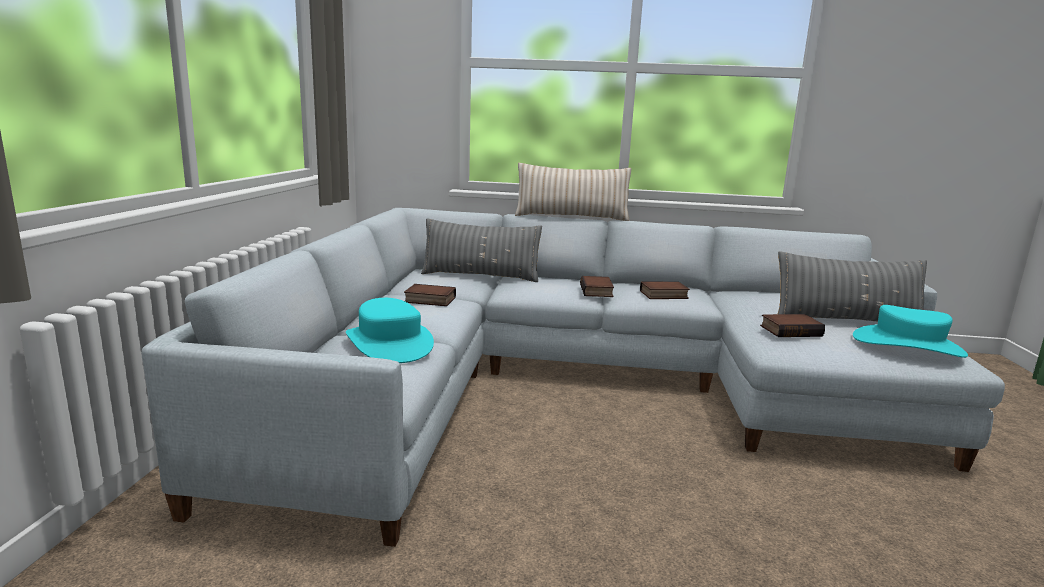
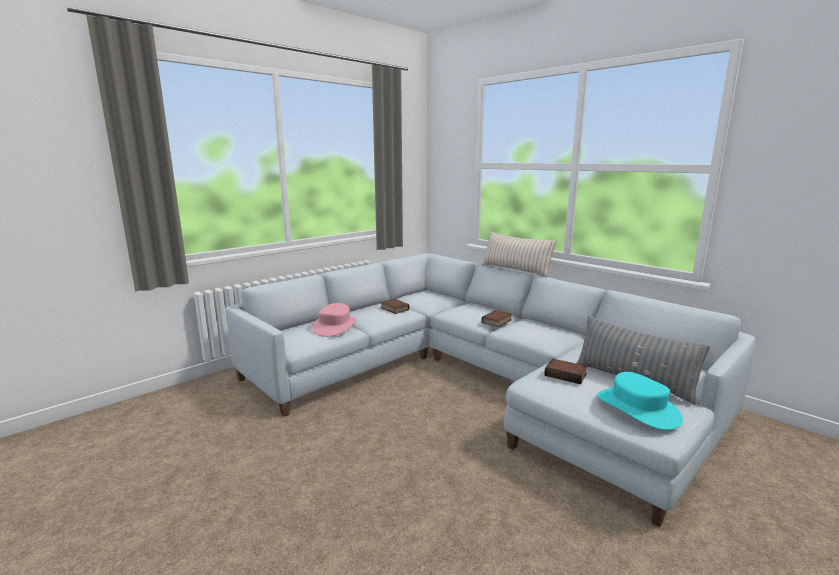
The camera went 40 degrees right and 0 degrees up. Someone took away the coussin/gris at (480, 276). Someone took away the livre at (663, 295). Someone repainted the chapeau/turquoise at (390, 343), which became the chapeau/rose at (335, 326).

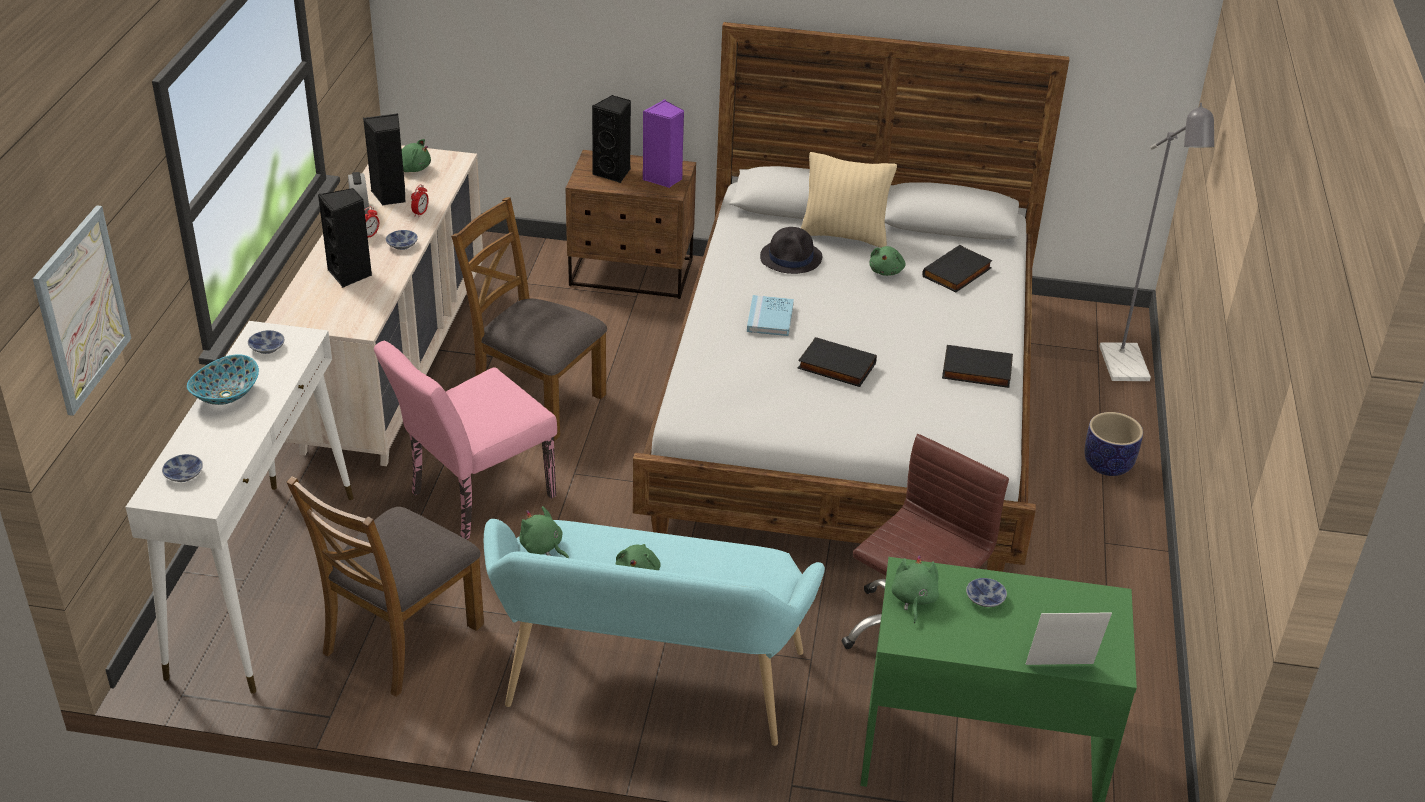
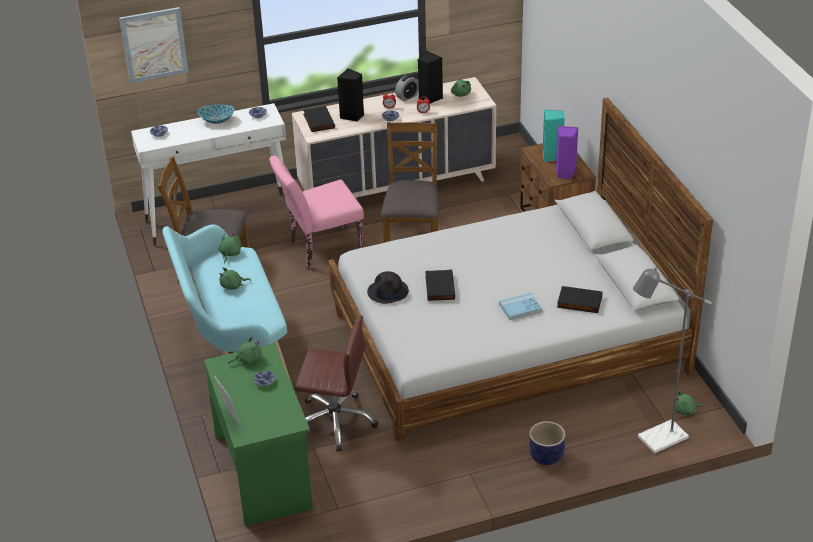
The camera went 65 degrees right and 0 degrees up. Someone repainted the enceinte/noir at (614, 173), which became the enceinte/turquoise at (552, 156). Someone took away the coussin/beige at (844, 235). Someone carried the chapeau/noir from (791, 258) to (388, 292). Someone carried the peluche/vert from (886, 271) to (685, 410). Someone carried the livre/bleu from (770, 318) to (520, 308). Someone rotated the chaise/rose at (473, 498) by 45 degrees counterclockwise. Someone carried the livre/noir from (976, 371) to (318, 121).

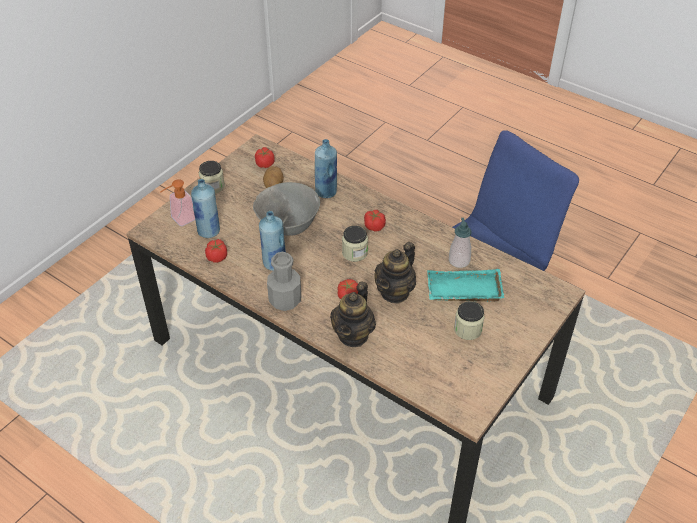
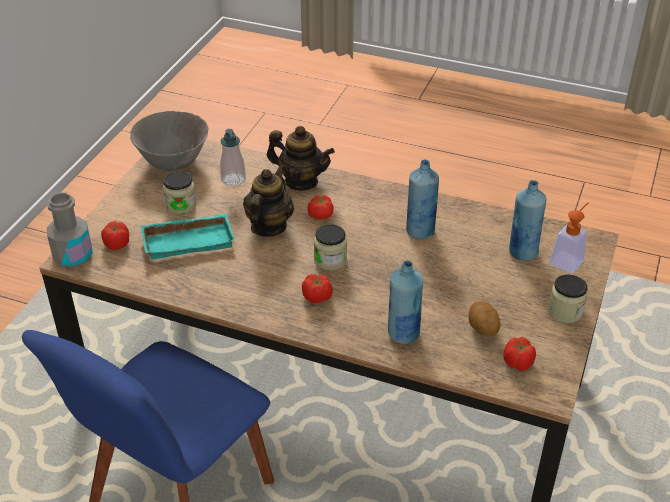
The camera went 165 degrees right and 5 degrees down. Someone carried the bol/gris from (288, 227) to (172, 162). Someone carried the distributeur de savon from (459, 261) to (233, 179). Someone carried the tomate from (217, 257) to (117, 244). Someone carried the bouteille/gris from (285, 300) to (73, 256). Someone rotated the théière at (353, 335) by 105 degrees clockwise.

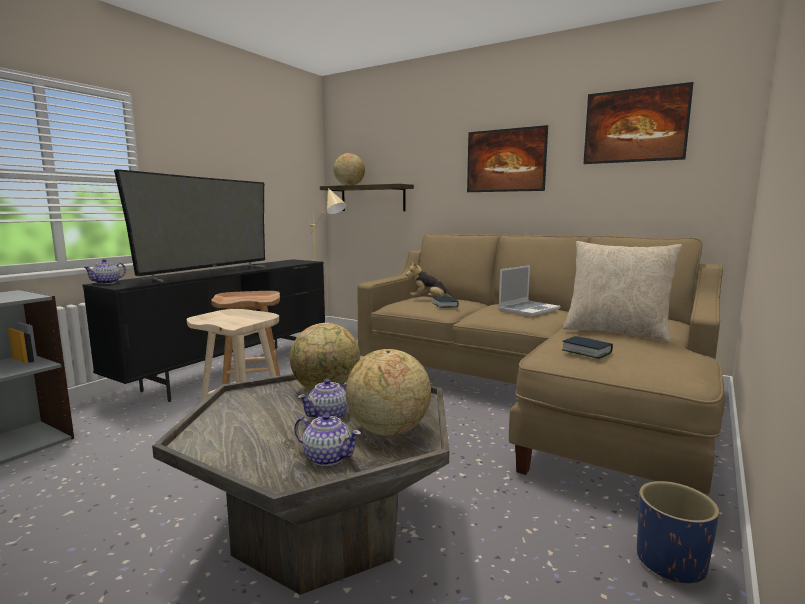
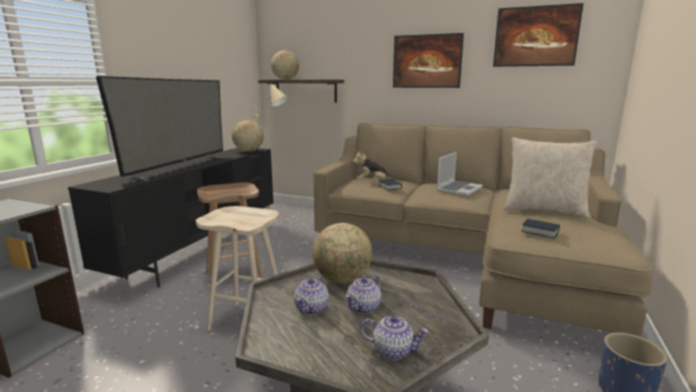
The camera went 10 degrees left and 5 degrees up. Someone carried the théière from (107, 283) to (312, 308). Someone carried the globe from (388, 431) to (248, 151).

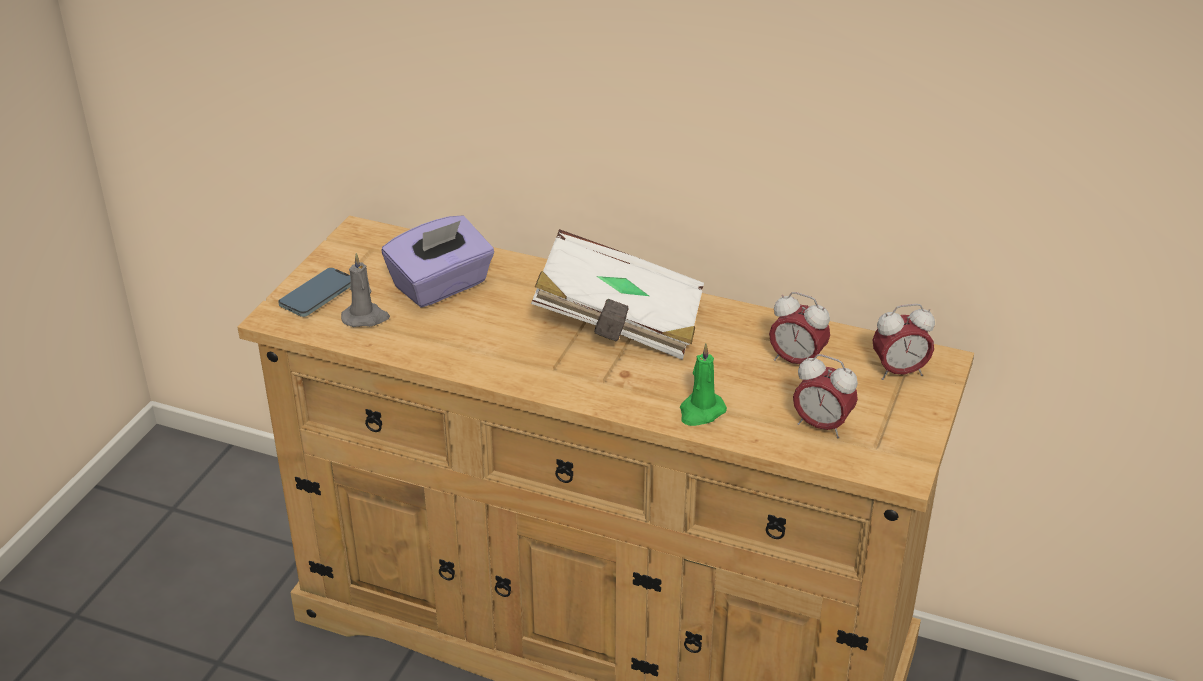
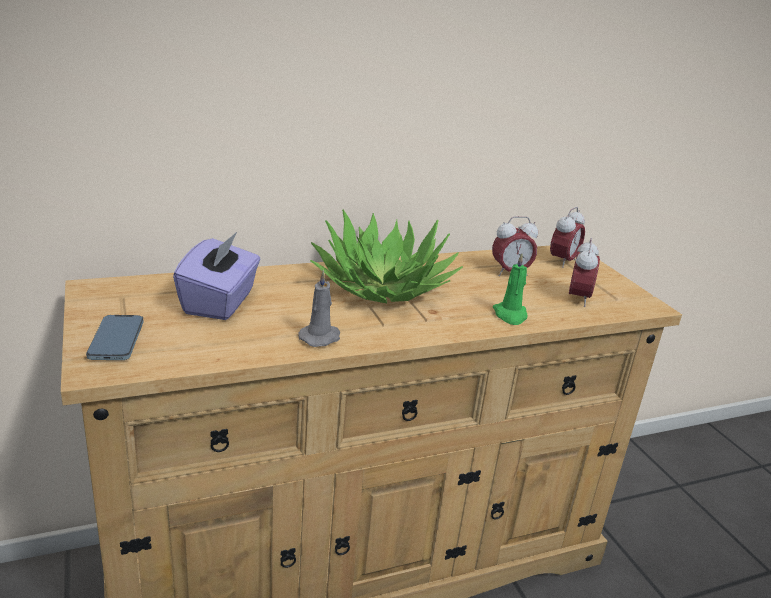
The camera went 45 degrees left and 10 degrees down. Someone swapped the livre/blanc at (619, 323) for the plante en pot at (382, 285). Someone carried the bougie/gris from (366, 318) to (321, 337). Someone rotated the réveil at (821, 426) by 60 degrees counterclockwise.

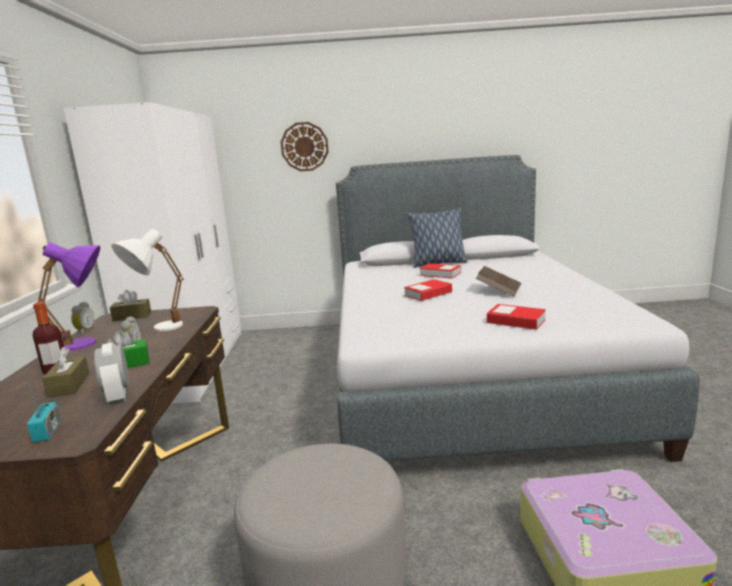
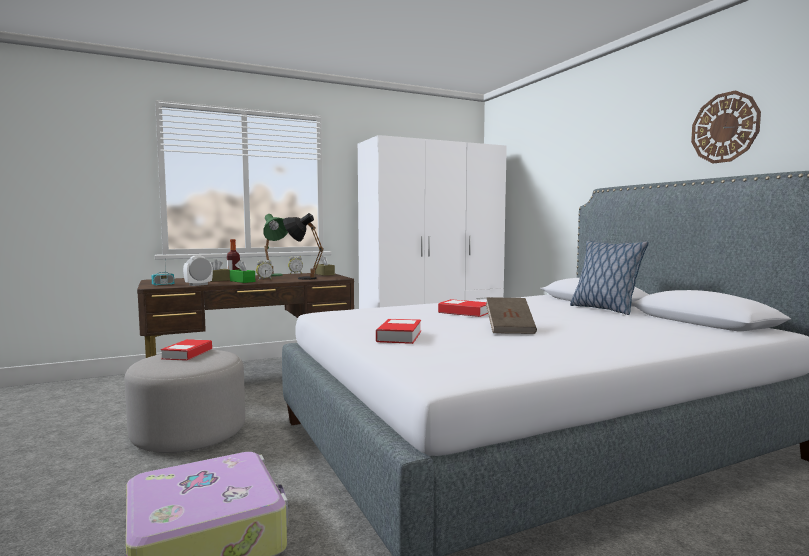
The camera went 65 degrees right and 10 degrees down. Someone carried the horloge murale from (304, 146) to (725, 127). Someone repainted the lampe de table/blanc at (157, 329), which became the lampe de table/noir at (301, 278). Someone repainted the lampe de table/violet at (91, 343), which became the lampe de table/vert at (275, 276). Someone carried the livre from (440, 274) to (187, 354).

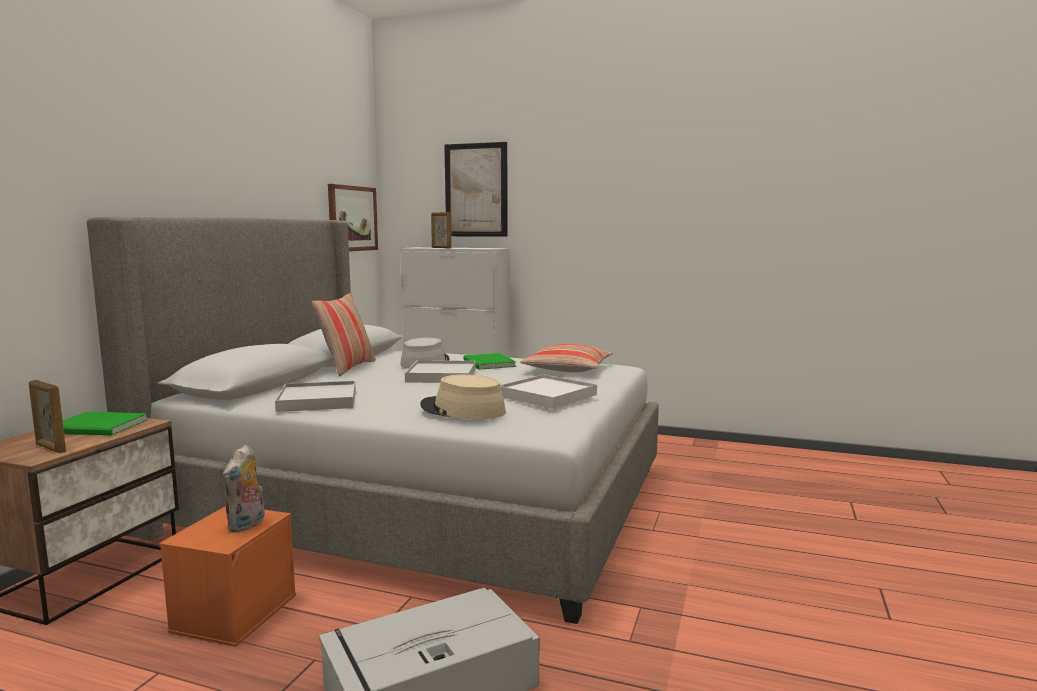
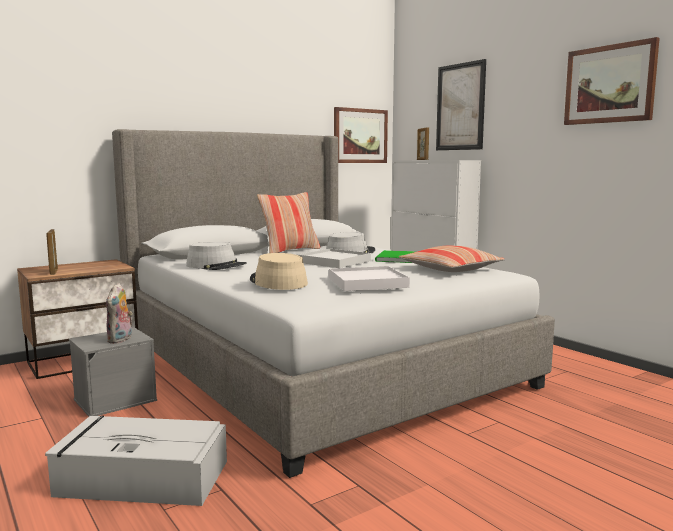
The camera went 35 degrees right and 0 degrees up. Someone swapped the plateau/blanc at (317, 400) for the chapeau/gris at (216, 266). Someone took away the livre/vert at (99, 427). Someone rotated the peluche at (247, 525) by 45 degrees counterclockwise. Someone repainted the boîte de rangement/orange at (234, 612), which became the boîte de rangement/gris at (116, 399). Someone put up the tableau at (609, 84).

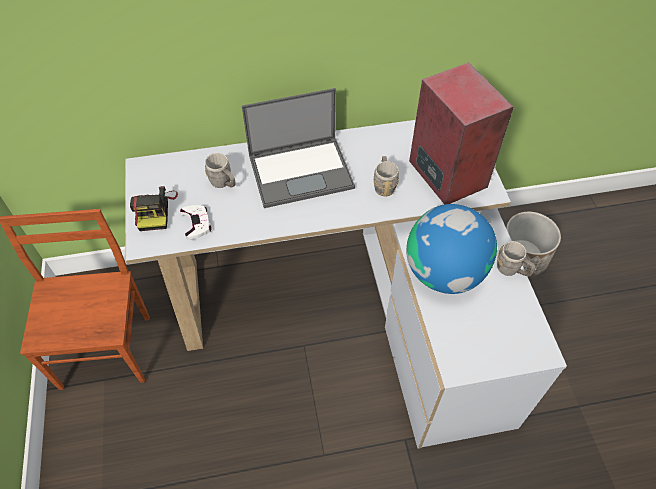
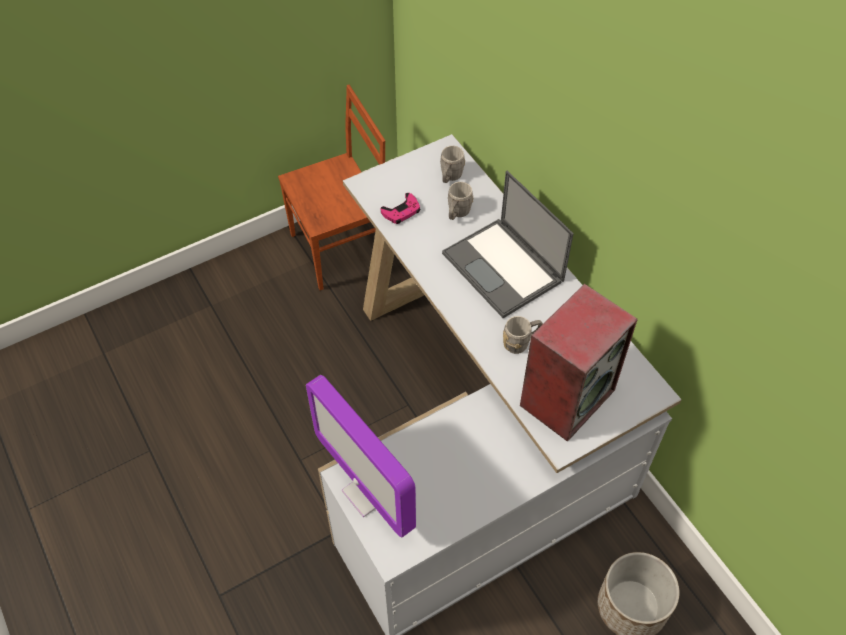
The camera went 70 degrees right and 0 degrees up. Someone took away the appareil photo at (155, 210). Someone took away the globe at (444, 272). Someone repainted the manette/blanc at (196, 223), which became the manette/rose at (401, 211). Someone carried the mug/gris from (512, 270) to (450, 177). Someone put down the écran d'ordinateur at (369, 492).

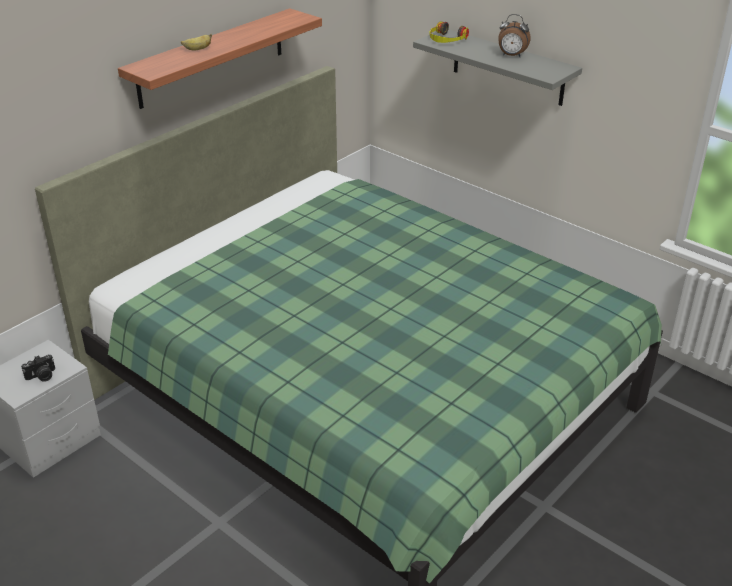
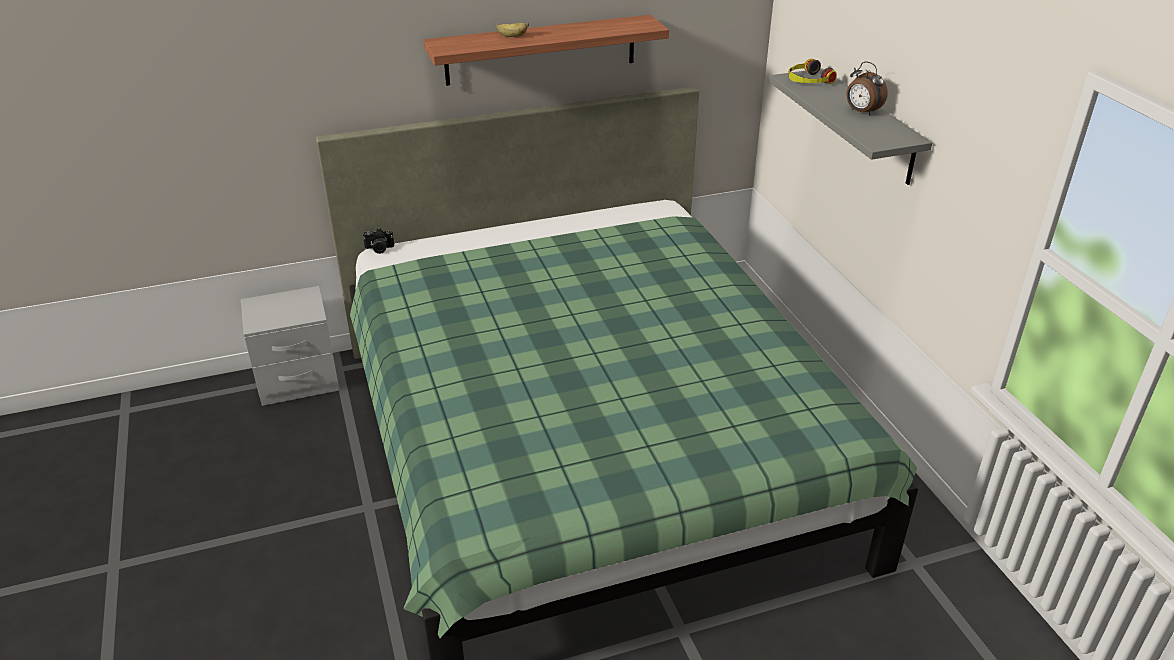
The camera went 30 degrees right and 0 degrees up. Someone carried the appareil photo from (42, 376) to (379, 249).

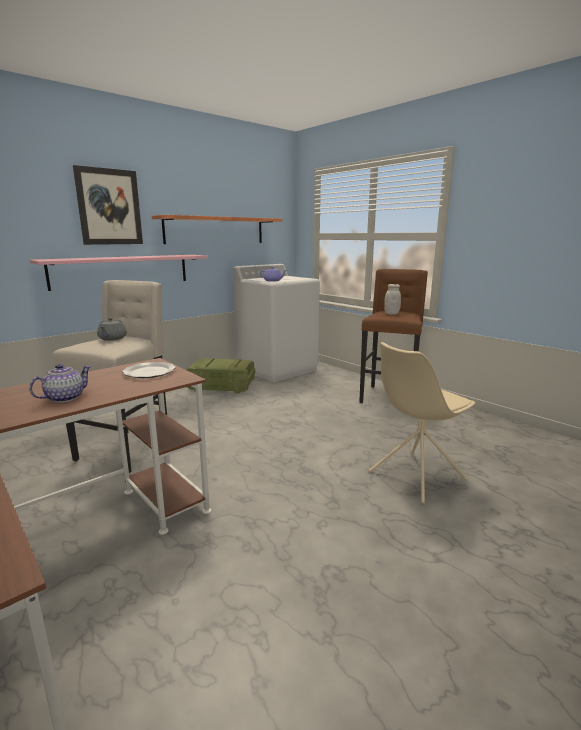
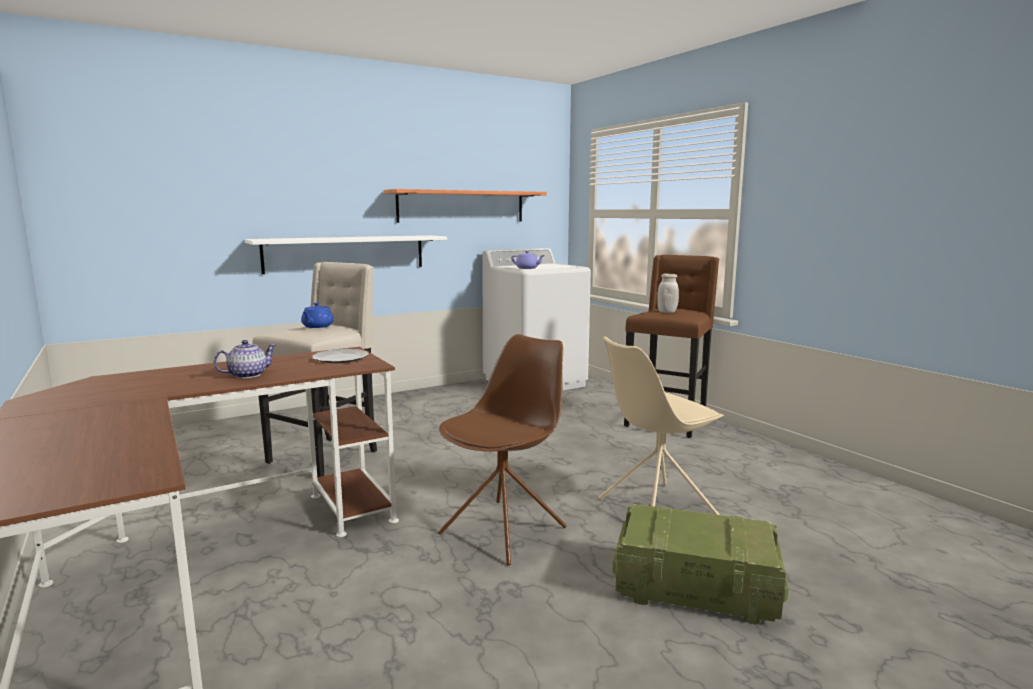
The camera went 10 degrees right and 5 degrees down. Someone took away the tableau at (109, 207). Someone repainted the étagère/rose at (122, 271), which became the étagère/blanc at (345, 253). Someone repainted the théière/gris at (112, 339), which became the théière/bleu at (317, 326). Someone carried the caisse from (223, 386) to (698, 587). Someone put down the chaise/marron at (505, 530).

